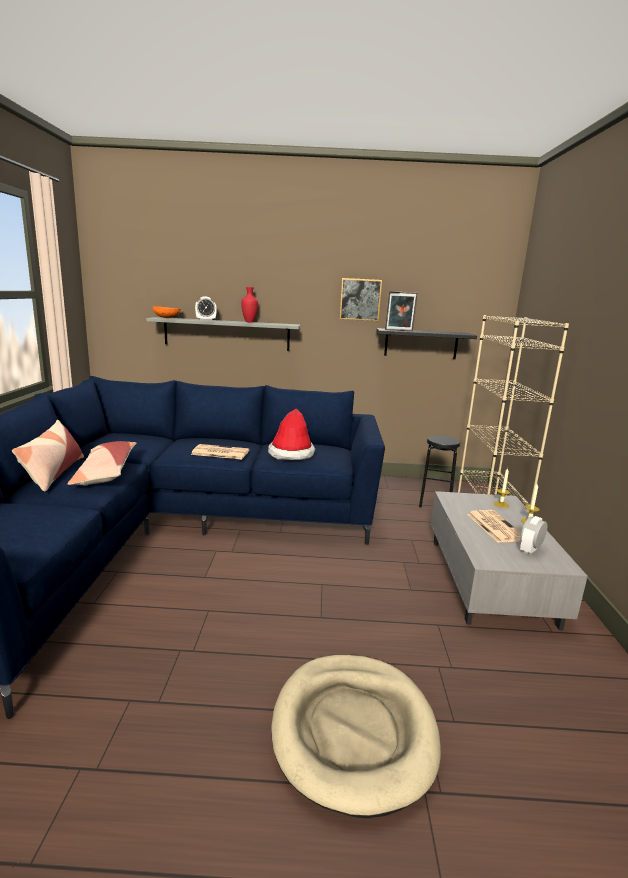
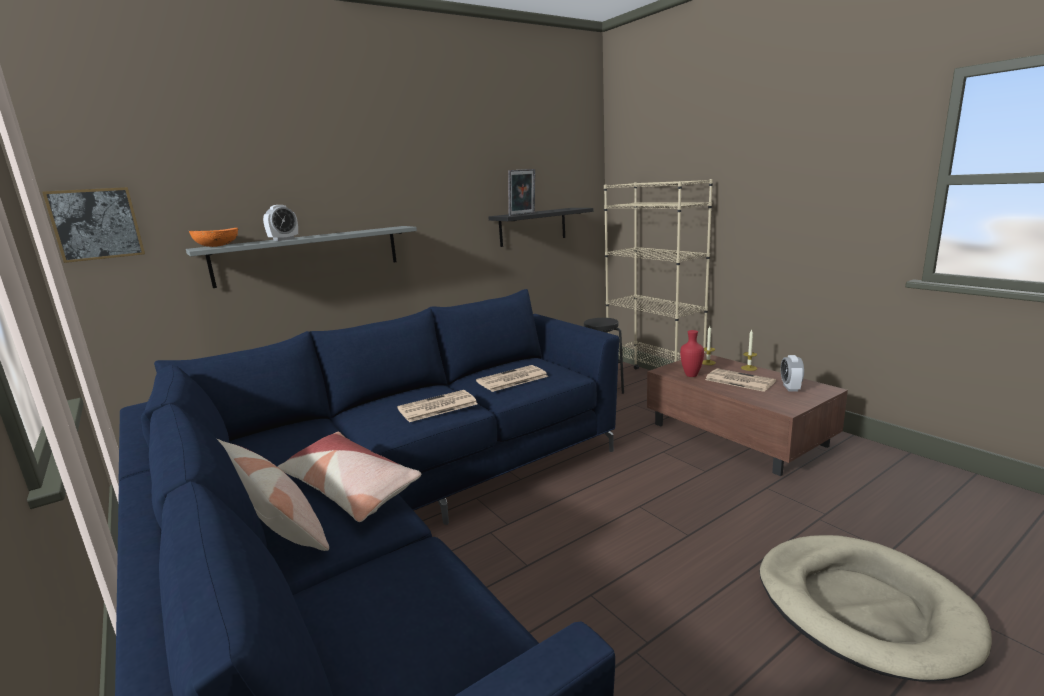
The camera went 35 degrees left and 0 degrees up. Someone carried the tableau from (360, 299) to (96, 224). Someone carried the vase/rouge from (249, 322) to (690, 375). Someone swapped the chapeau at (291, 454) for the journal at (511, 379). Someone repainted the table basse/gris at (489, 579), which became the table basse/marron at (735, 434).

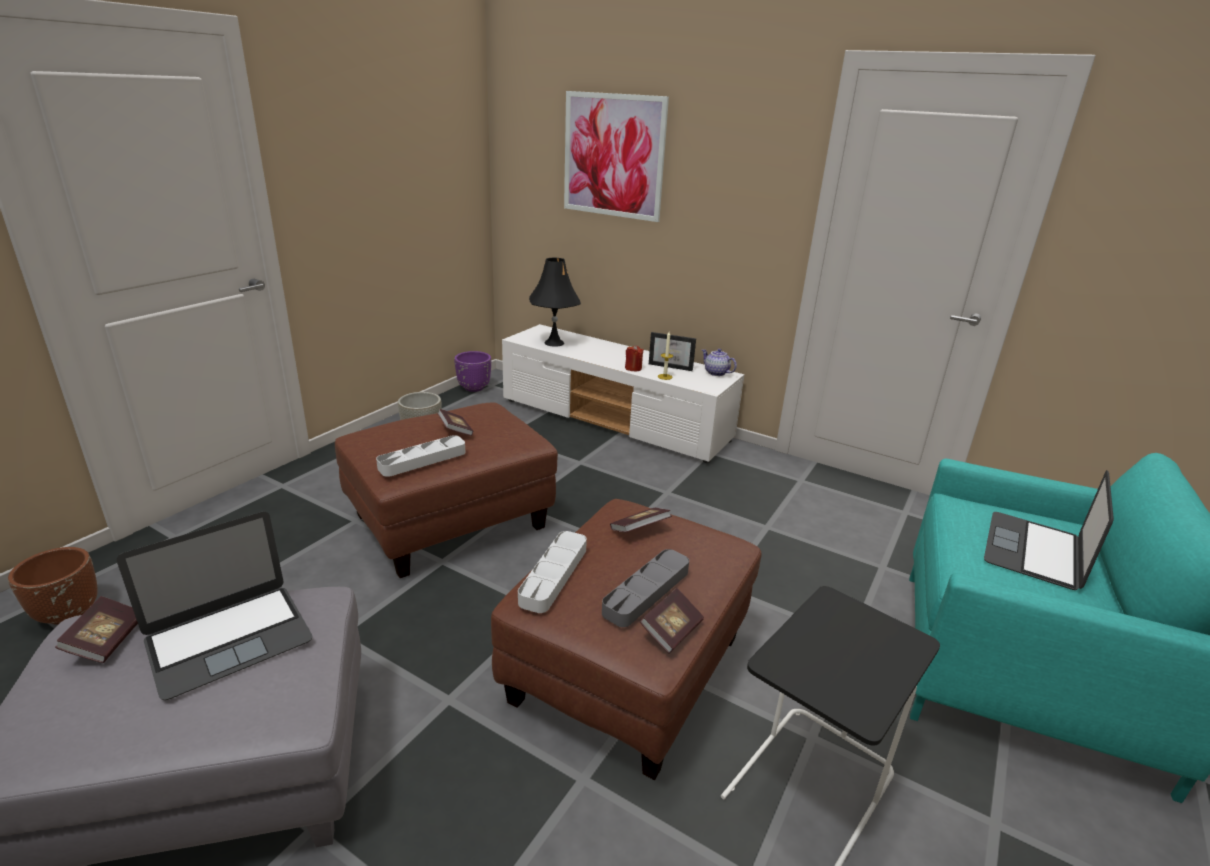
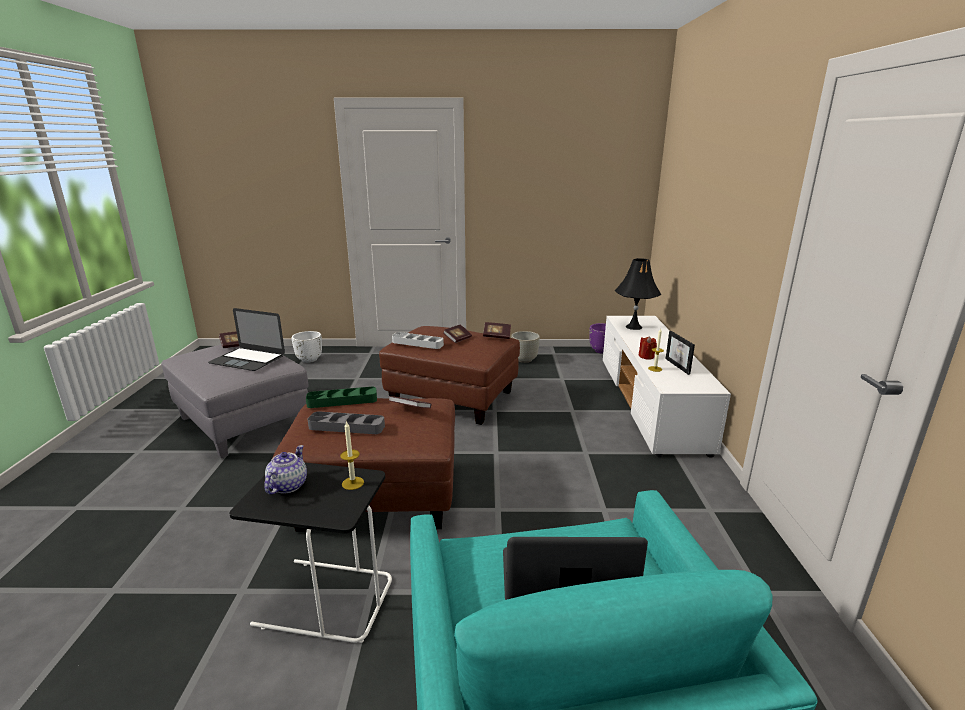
The camera went 60 degrees right and 5 degrees down. Someone took away the tableau at (613, 156). Someone carried the théière from (716, 373) to (287, 485). Someone repainted the plateau/gris at (553, 575), which became the plateau/vert at (342, 401). Someone repainted the cache-pot/marron at (68, 613), which became the cache-pot/blanc at (309, 360). Someone carried the livre from (671, 631) to (496, 336). Someone put down the bougie at (353, 483).

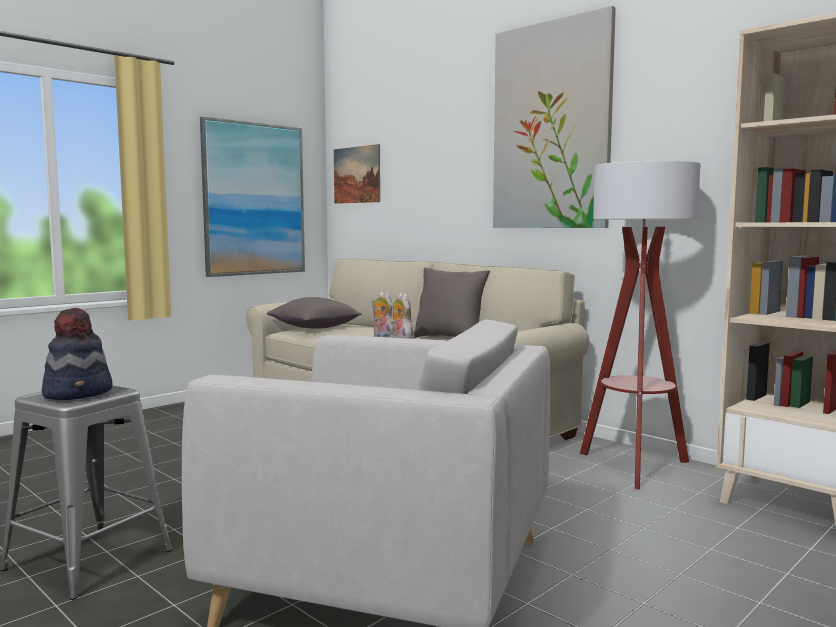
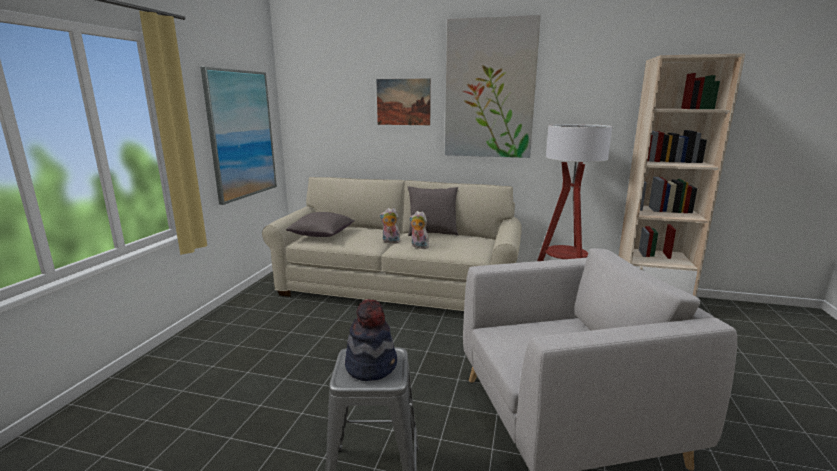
The camera went 30 degrees left and 10 degrees up. Someone carried the tableau from (356, 175) to (403, 102).

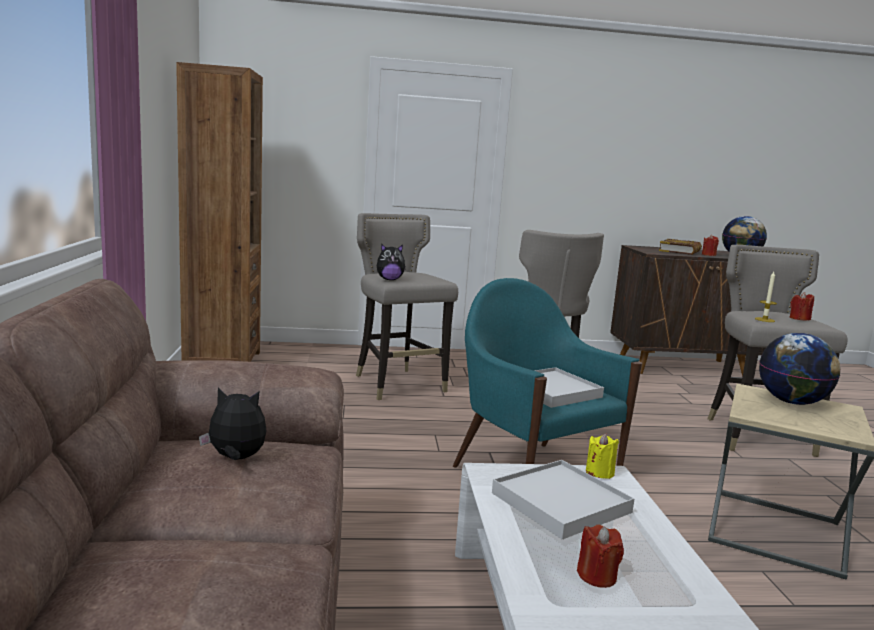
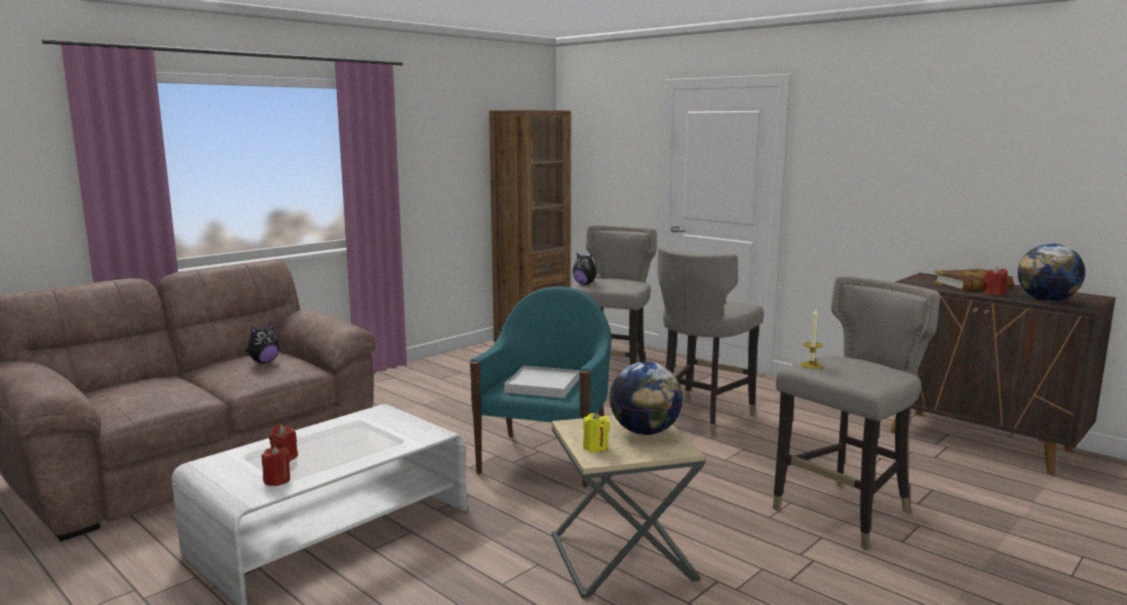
The camera went 50 degrees right and 0 degrees up. Someone carried the bougie/rouge from (799, 318) to (277, 481). Someone rotated the peluche at (236, 459) by 75 degrees clockwise. Someone carried the bougie/jaune from (599, 472) to (595, 447). Someone took away the plateau/blanc at (560, 502).

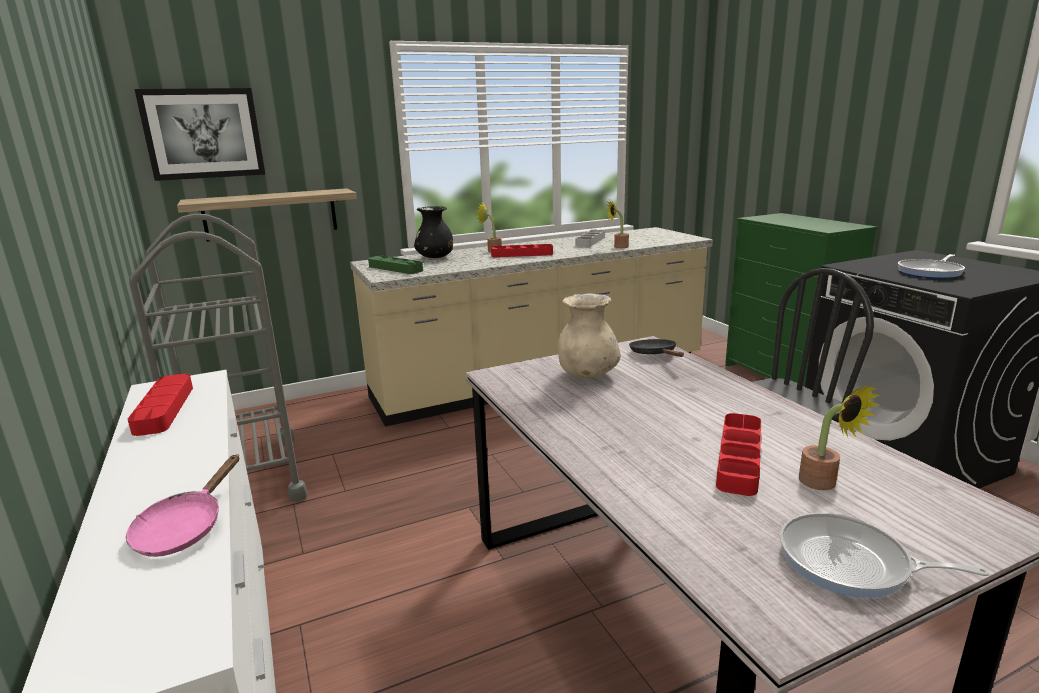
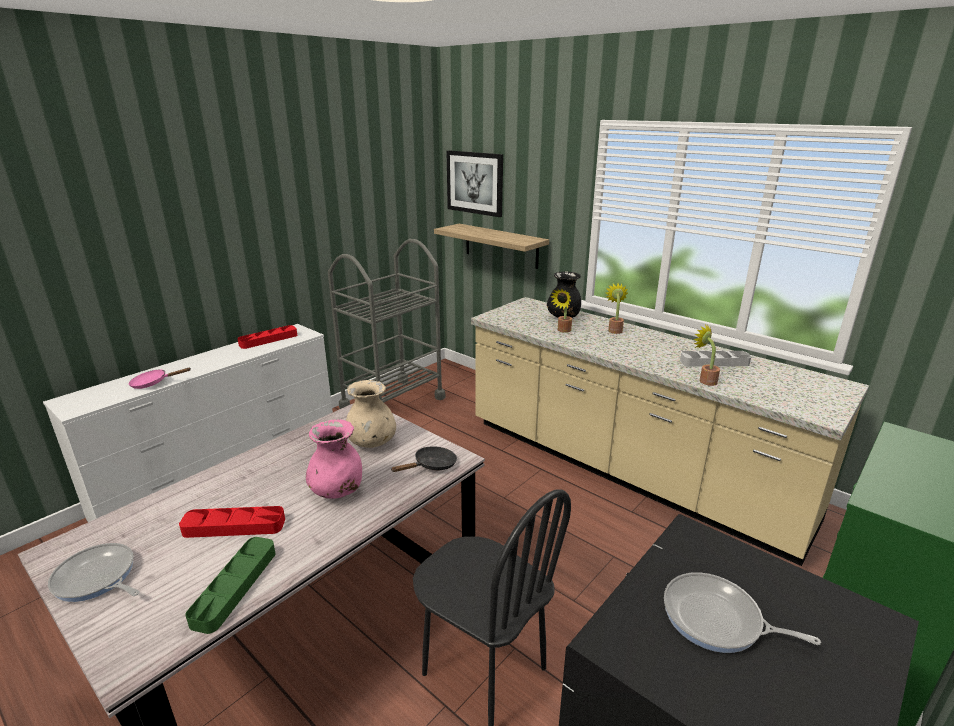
The camera went 65 degrees right and 5 degrees up. Someone took away the plateau/rouge at (522, 254). Someone carried the plateau/vert from (395, 268) to (235, 586). Someone carried the plante en pot from (824, 484) to (562, 331). Someone rotated the poêle at (851, 564) by 60 degrees counterclockwise. Someone put down the vase/rose at (337, 491).

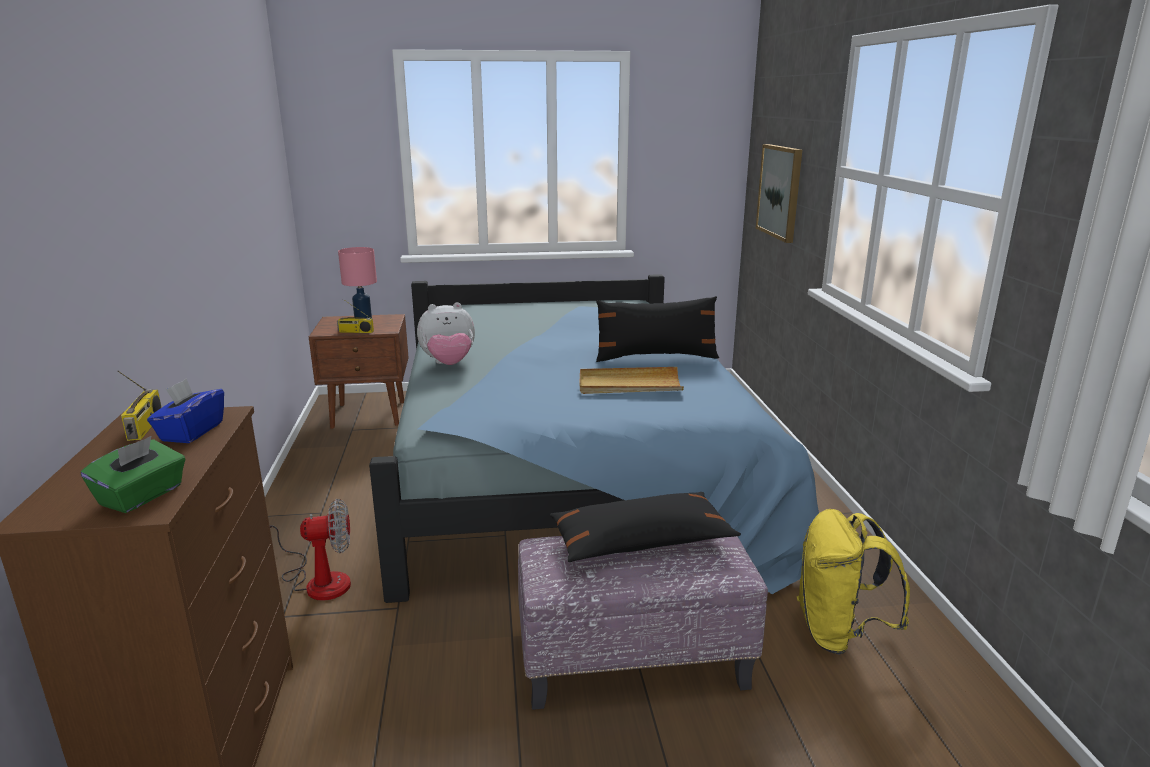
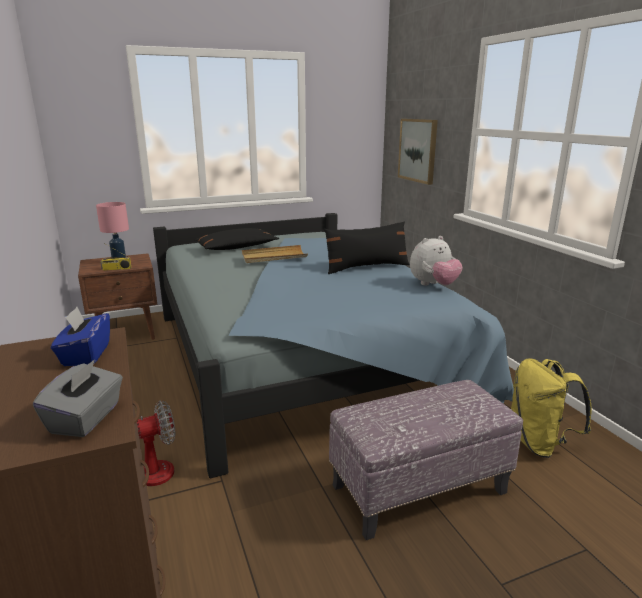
The camera went 15 degrees left and 0 degrees up. Someone carried the peluche from (448, 364) to (433, 285). Someone carried the plateau/beige from (629, 385) to (274, 257). Someone took away the radio at (146, 427). Someone repainted the boîte à mouchoirs/vert at (142, 496), which became the boîte à mouchoirs/gris at (86, 418). Someone carried the coussin/noir from (641, 542) to (237, 248).

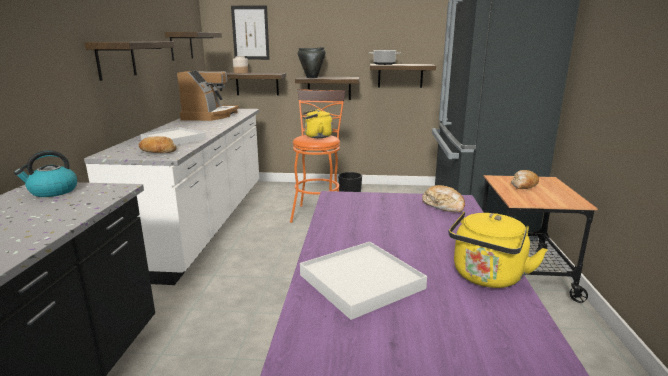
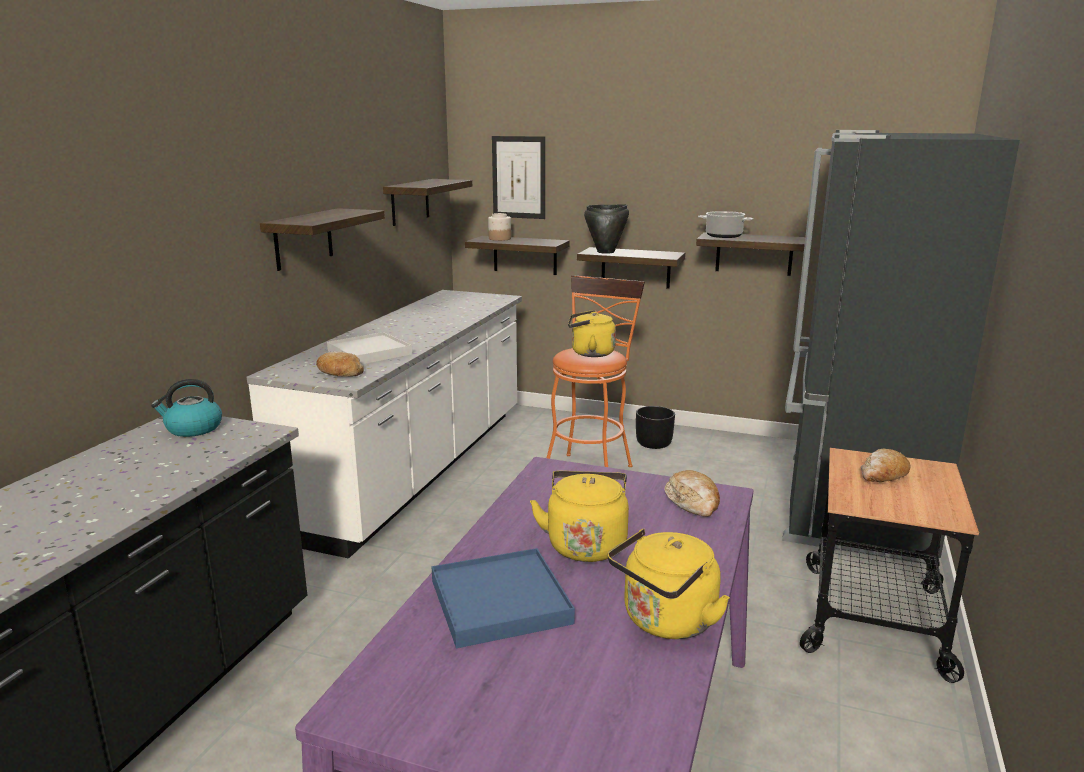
The camera went 15 degrees right and 0 degrees up. Someone took away the machine à café at (210, 116). Someone repainted the plateau/blanc at (361, 281), which became the plateau/bleu at (500, 601). Someone put down the bouilloire/jaune at (586, 544).

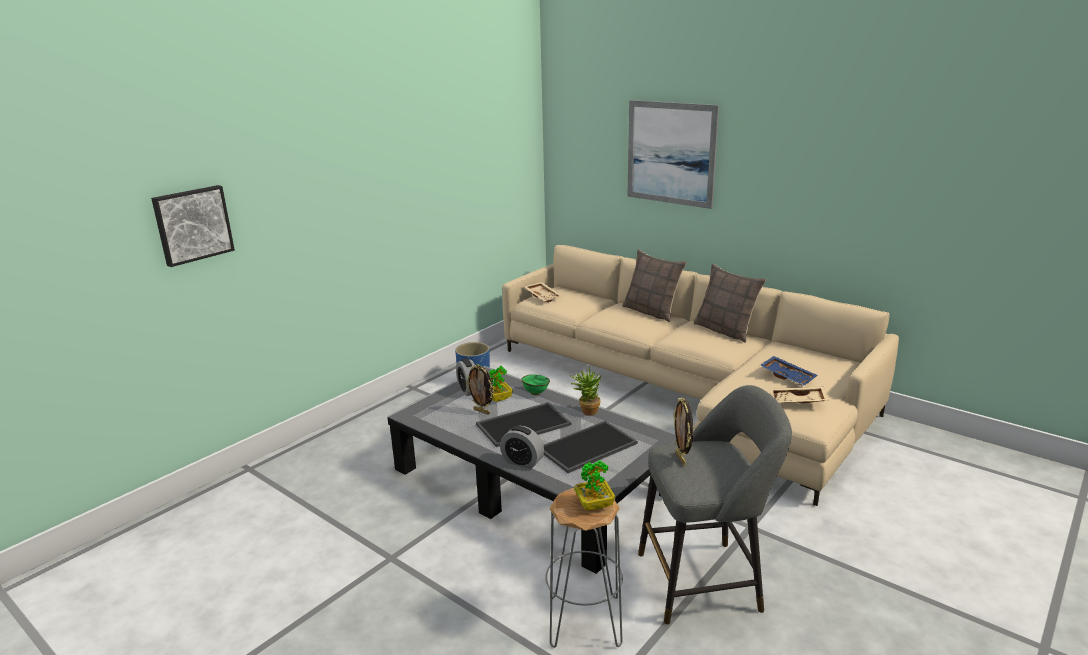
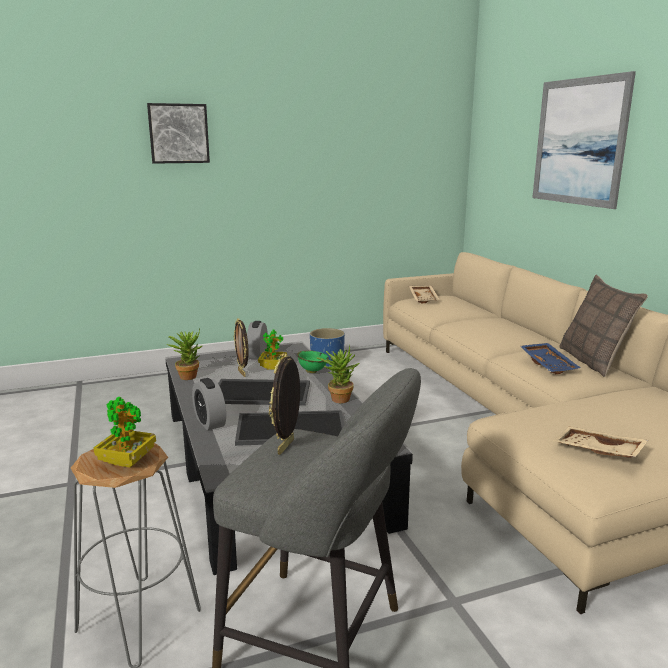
The camera went 30 degrees right and 5 degrees down. Someone carried the tableau from (192, 224) to (178, 133). Someone took away the coussin at (652, 311). Someone carried the plateau/bleu from (788, 376) to (549, 364). Someone put down the plante en pot at (188, 375).

